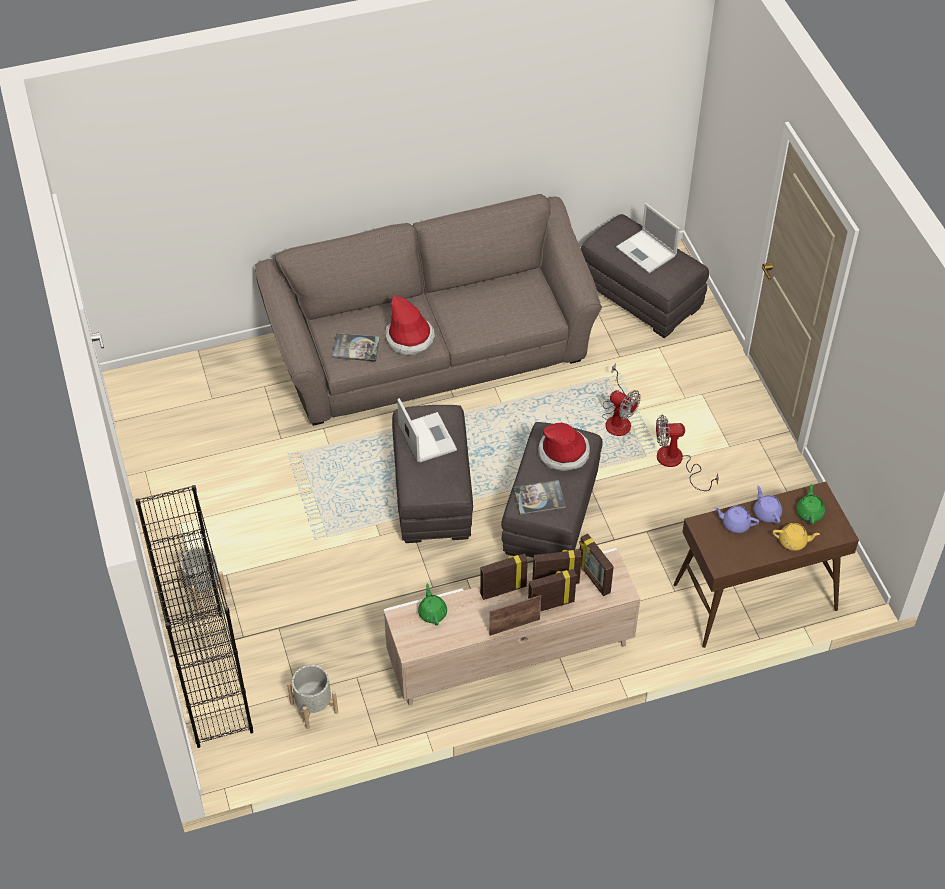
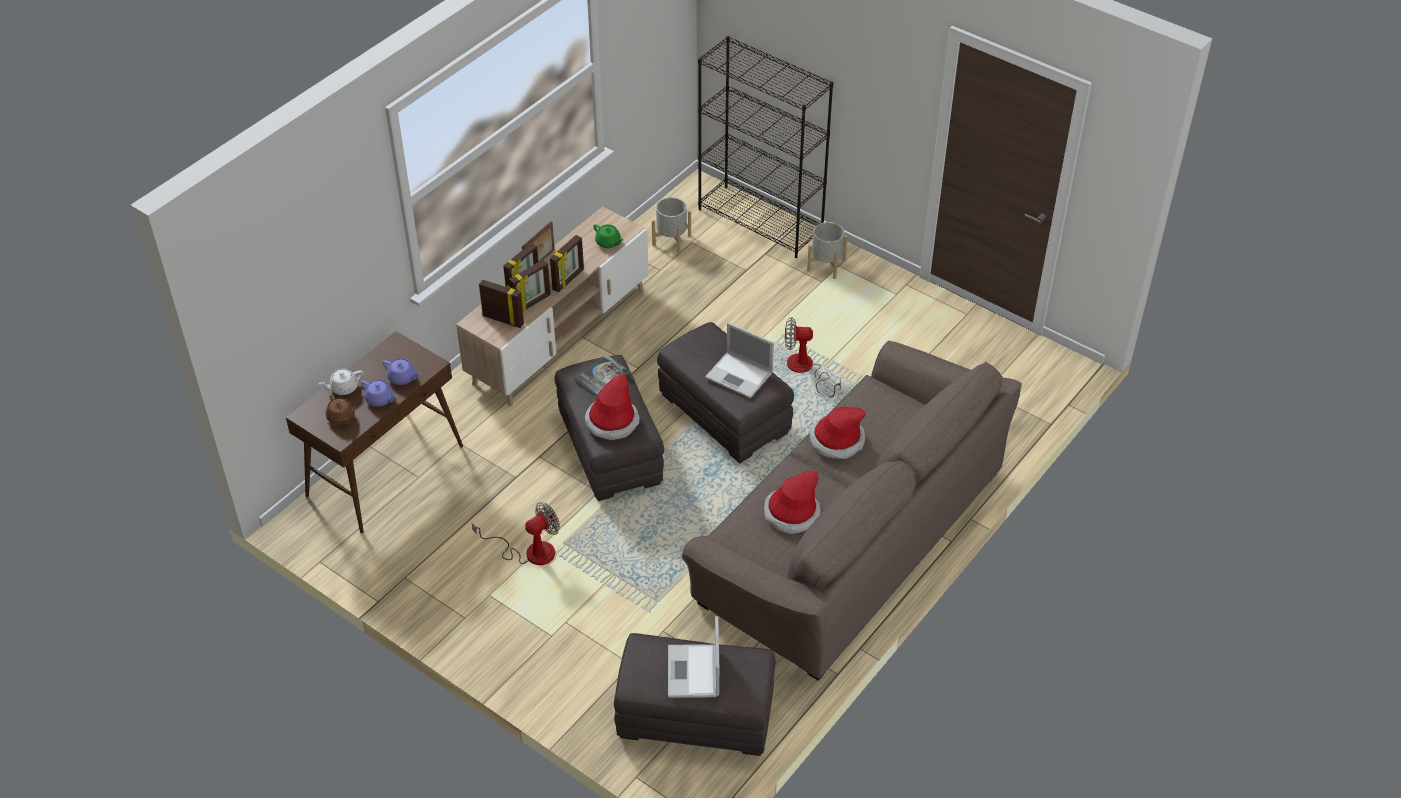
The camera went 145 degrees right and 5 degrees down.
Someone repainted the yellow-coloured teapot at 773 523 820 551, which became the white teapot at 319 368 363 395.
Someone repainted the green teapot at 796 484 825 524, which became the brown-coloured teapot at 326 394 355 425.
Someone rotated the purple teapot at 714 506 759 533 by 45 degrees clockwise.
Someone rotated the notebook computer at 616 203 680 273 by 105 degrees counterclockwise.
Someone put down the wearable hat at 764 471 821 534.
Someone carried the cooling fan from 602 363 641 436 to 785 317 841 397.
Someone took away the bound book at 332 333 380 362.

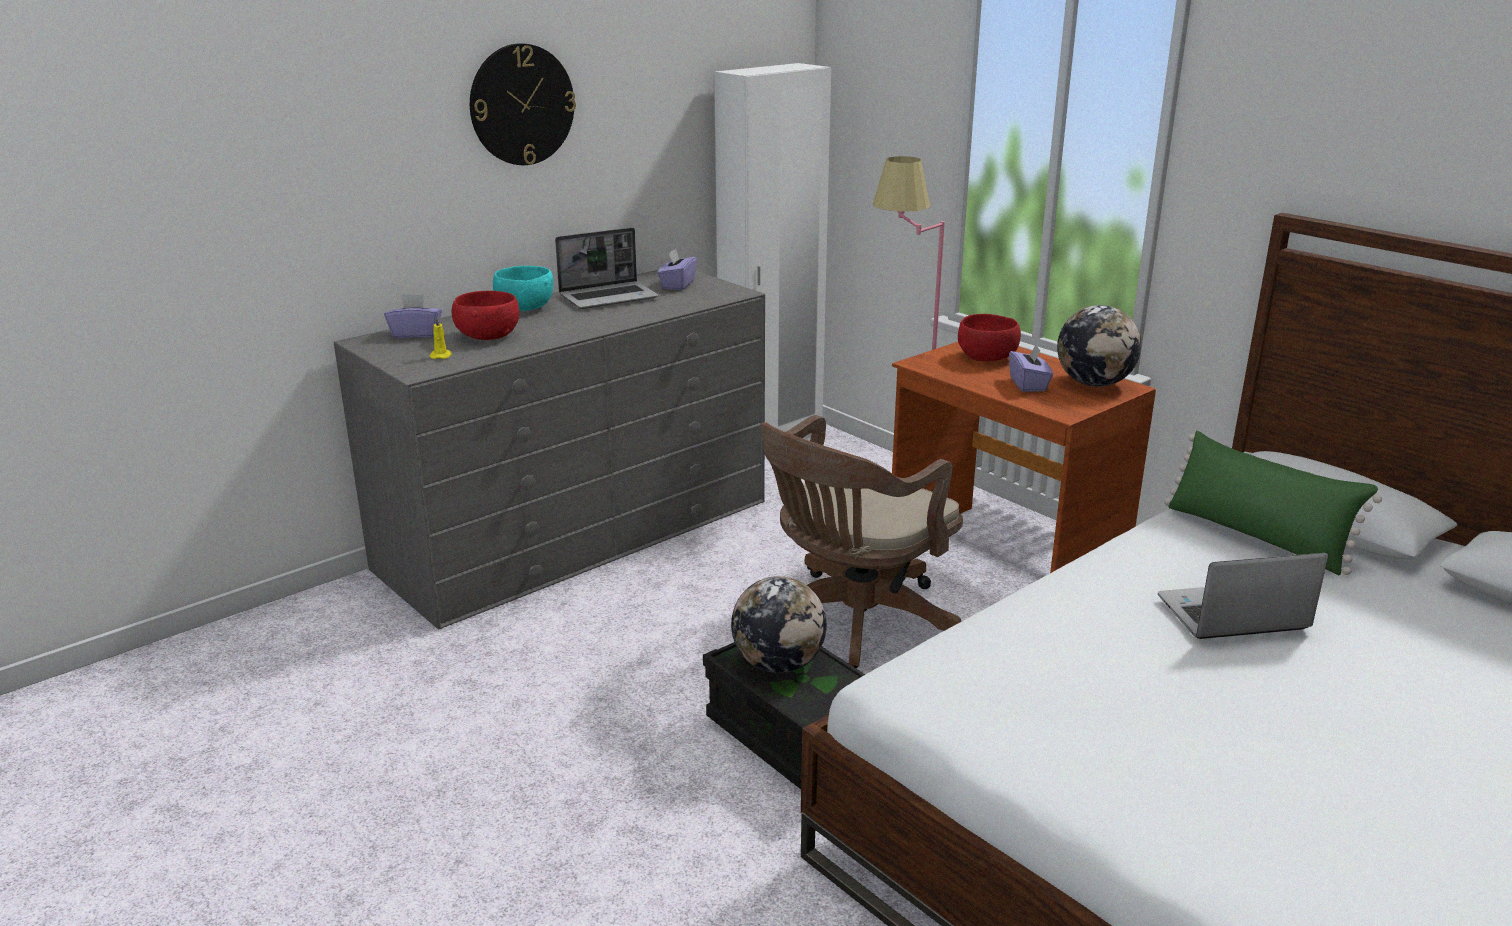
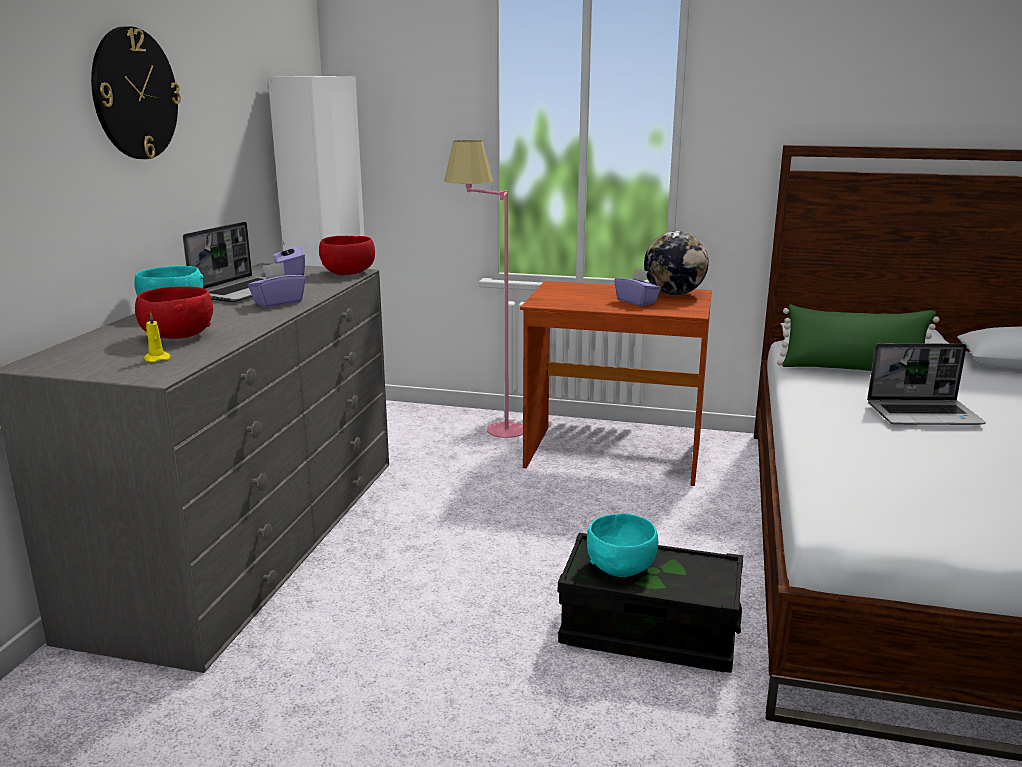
The camera went 35 degrees left and 5 degrees down.
Someone carried the purple box of tissues from 384 294 442 338 to 248 263 306 308.
Someone carried the red serving bowl from 958 314 1021 361 to 319 236 375 275.
Someone swapped the world globe at 731 576 827 673 for the turquoise serving bowl at 587 513 658 577.
Someone rotated the notebook computer at 1158 553 1328 639 by 135 degrees counterclockwise.
Someone took away the brown-coloured desk chair at 761 415 963 668.

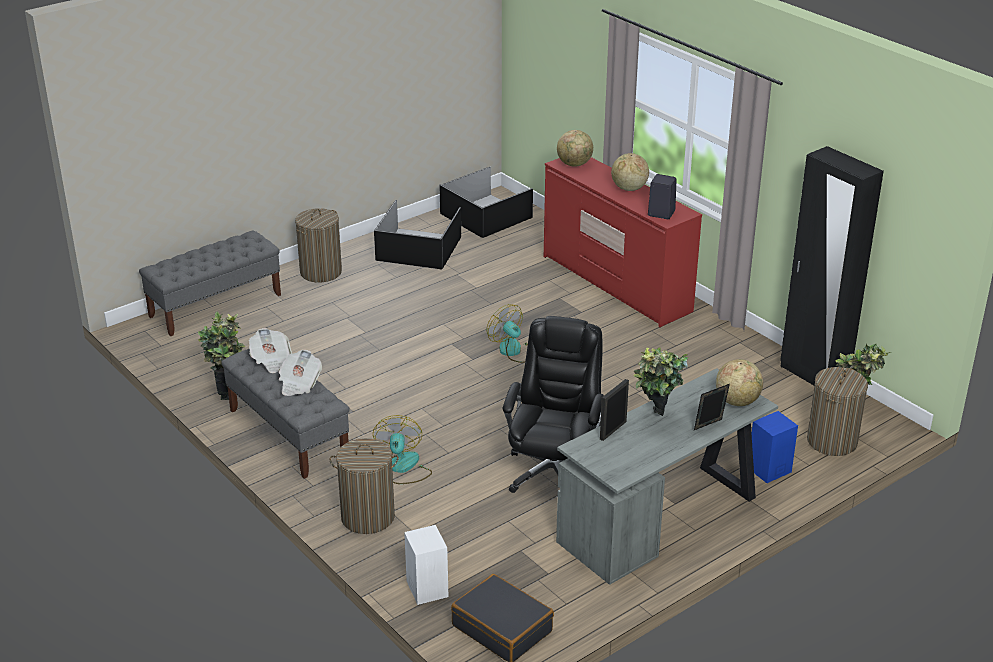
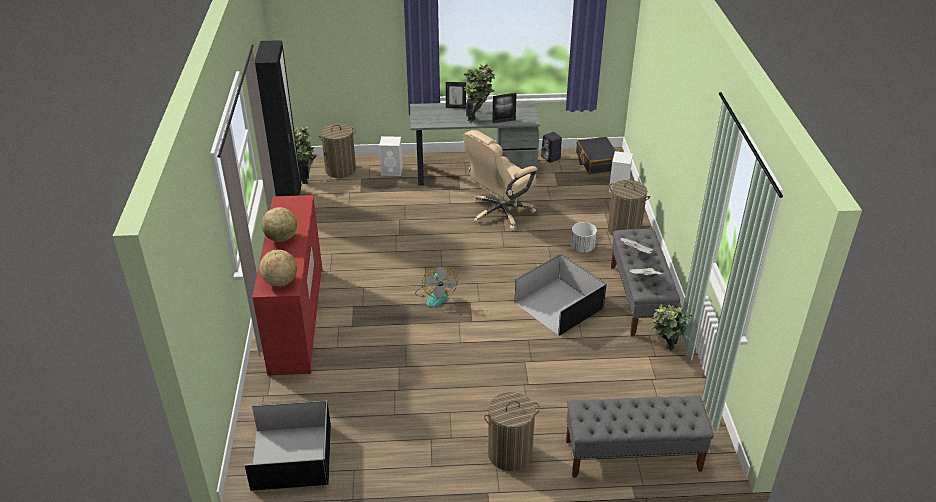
The camera went 145 degrees left and 5 degrees up.
Someone repainted the blue audio speaker at 752 411 798 483, which became the white audio speaker at 379 136 403 176.
Someone repainted the black-coloured desk chair at 503 316 604 493, which became the beige desk chair at 464 130 537 230.
Someone carried the black-coloured storage box from 374 200 461 270 to 515 254 607 336.
Someone carried the black-coloured audio speaker from 648 174 676 219 to 541 132 562 163.
Someone swapped the cooling fan at 373 415 432 484 for the white plant pot at 571 222 597 252.
Someone took away the world globe at 716 359 763 406.

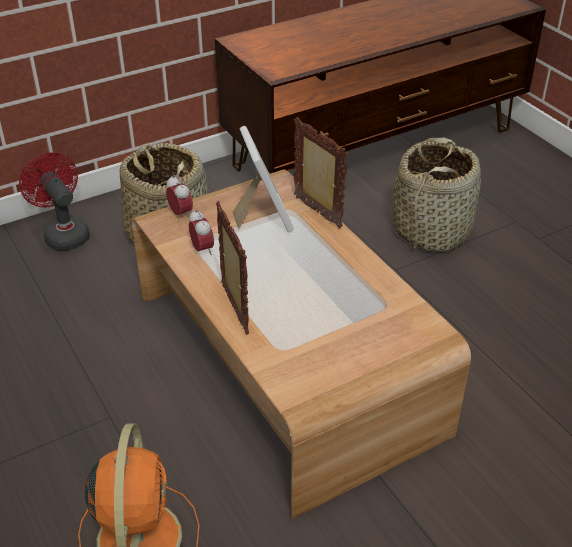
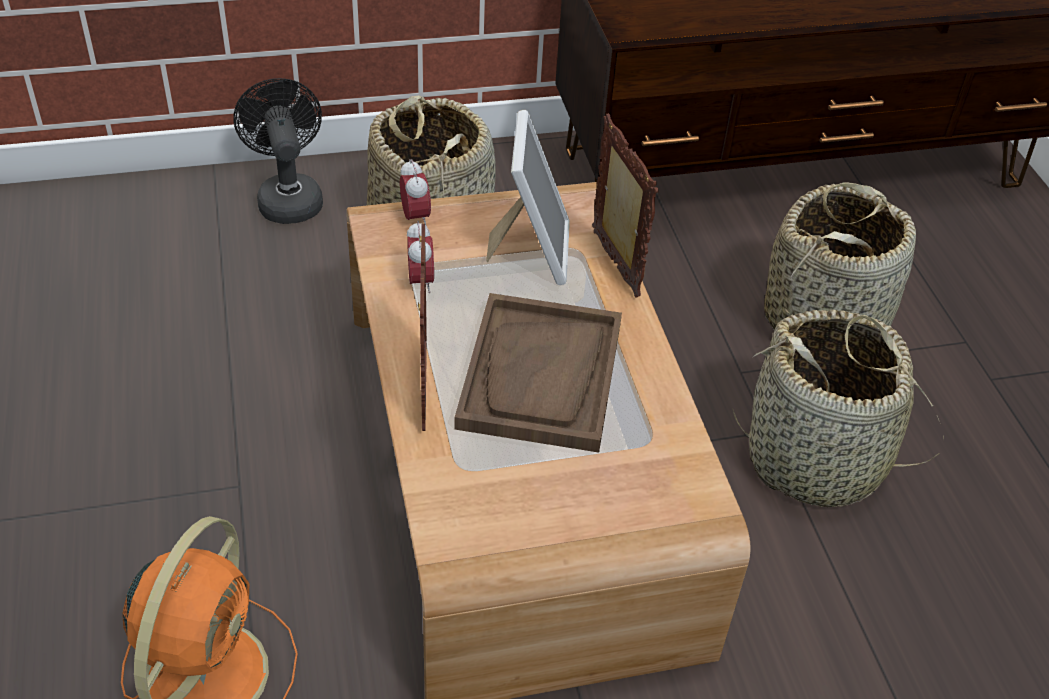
The camera went 15 degrees right and 5 degrees up.
Someone repainted the red cooling fan at 19 152 90 250, which became the black-coloured cooling fan at 233 78 323 224.
Someone put down the brown-coloured tray at 454 293 622 453.
Someone put down the household basket at 733 310 944 507.

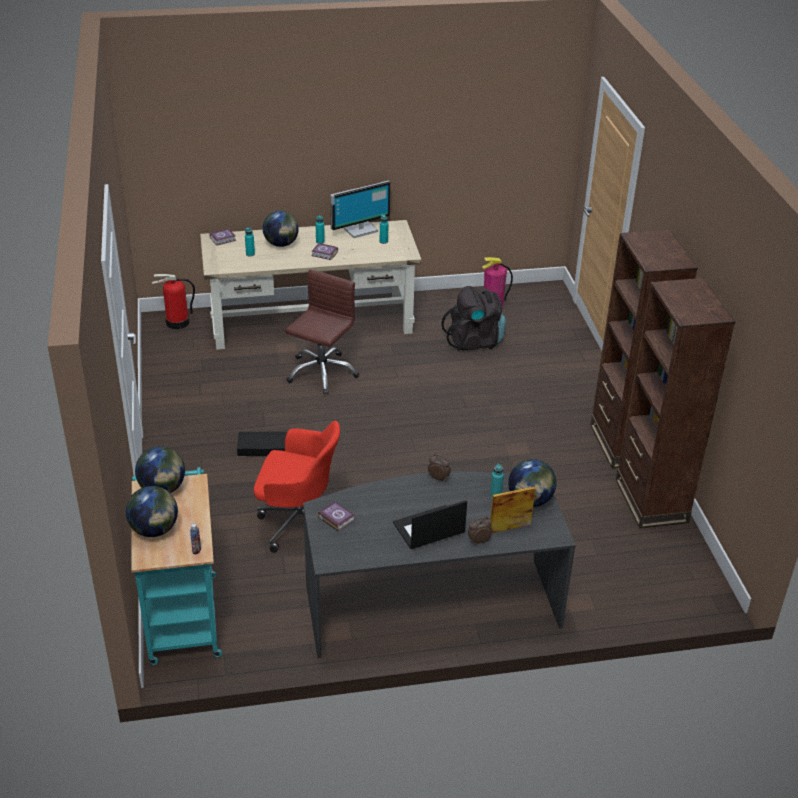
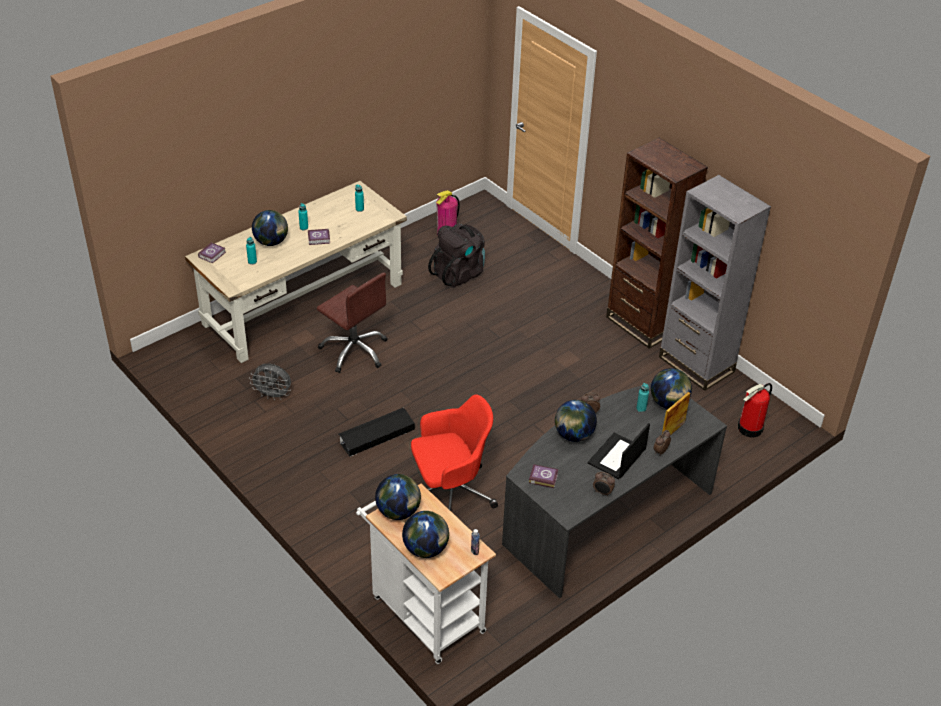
The camera went 30 degrees left and 5 degrees up.
Someone put down the gray cooling fan at 249 364 291 400.
Someone rotated the brown-coloured desk chair at 285 269 359 395 by 135 degrees clockwise.
Someone repainted the turquoise wheeled cart at 131 467 222 665, which became the white wheeled cart at 356 484 496 664.
Someone put down the world globe at 555 400 597 442.
Someone put down the table clock at 593 472 615 496.
Someone repainted the brown-coloured shelving unit at 616 278 735 529, which became the gray shelving unit at 659 175 771 391.
Someone carried the fire extinguisher from 152 274 195 329 to 738 383 772 437.
Someone took away the computer screen at 330 181 391 238.

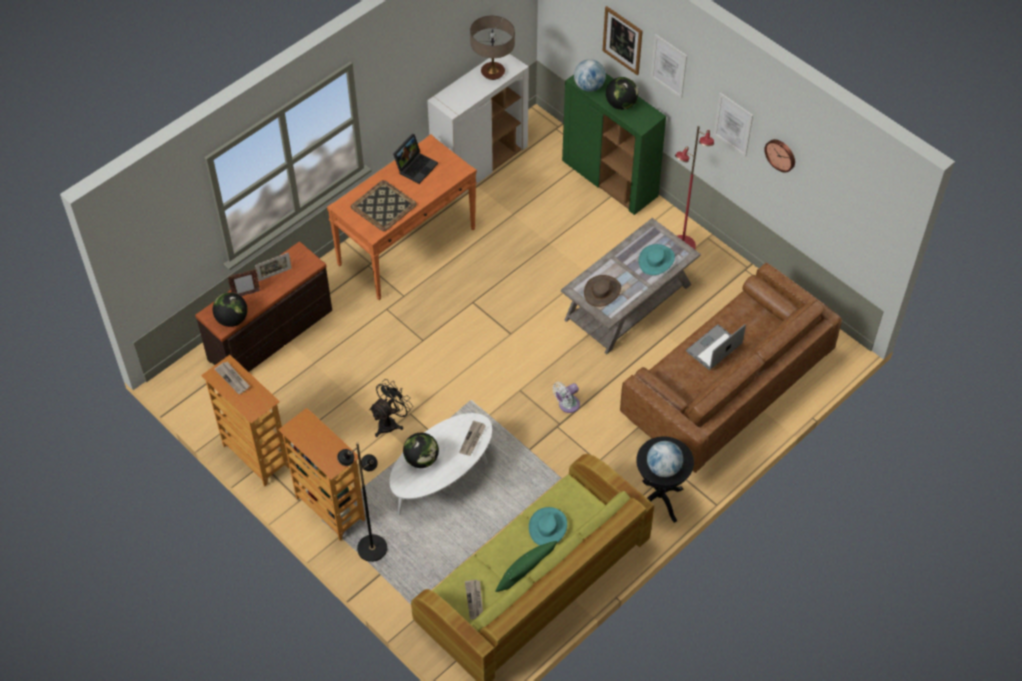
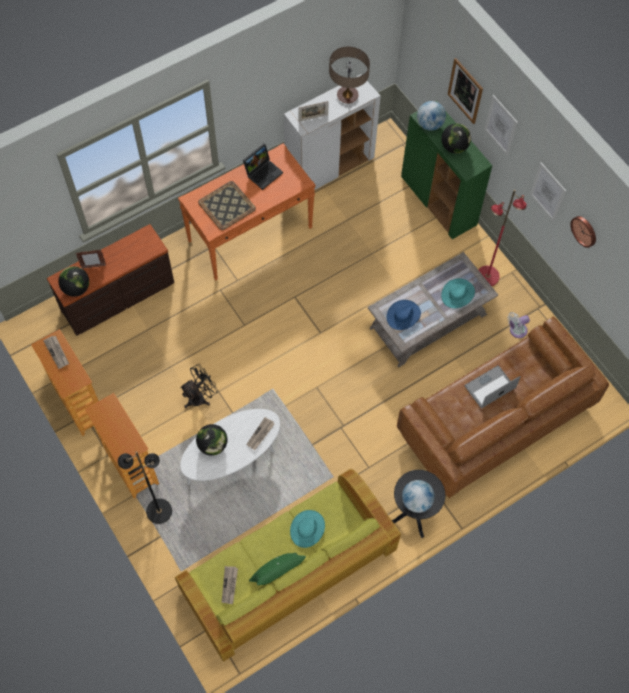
The camera went 10 degrees right and 10 degrees up.
Someone carried the standing frame from 255 252 292 281 to 298 101 329 122.
Someone repainted the brown-coloured wearable hat at 584 275 621 307, which became the blue wearable hat at 387 300 421 330.
Someone carried the white cooling fan from 552 382 580 413 to 507 312 530 338.

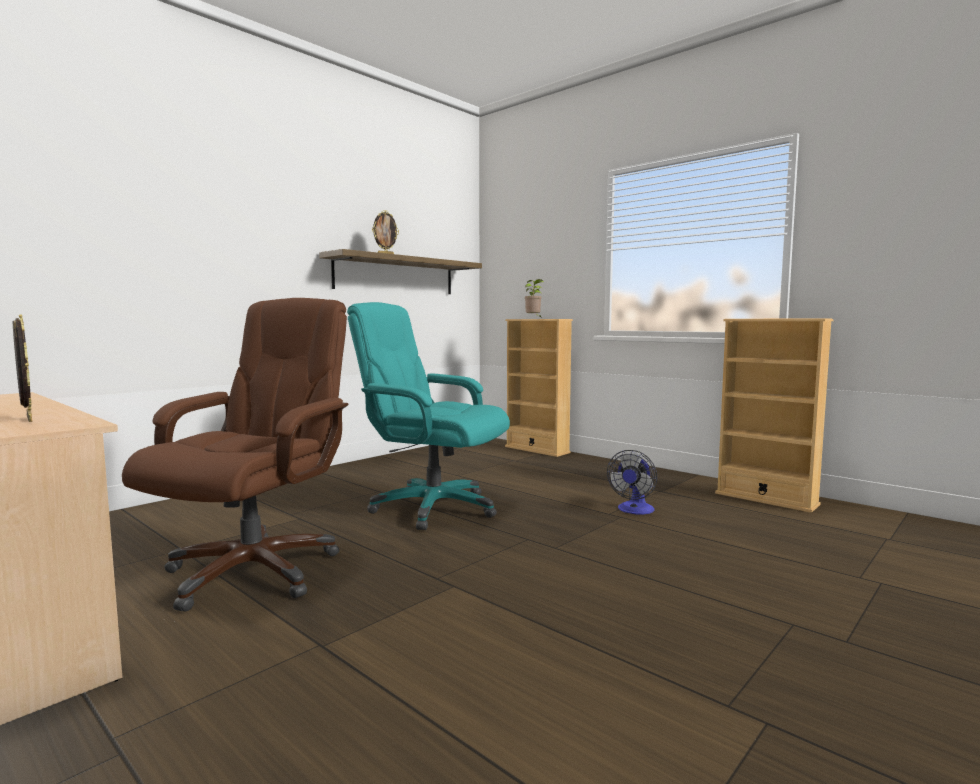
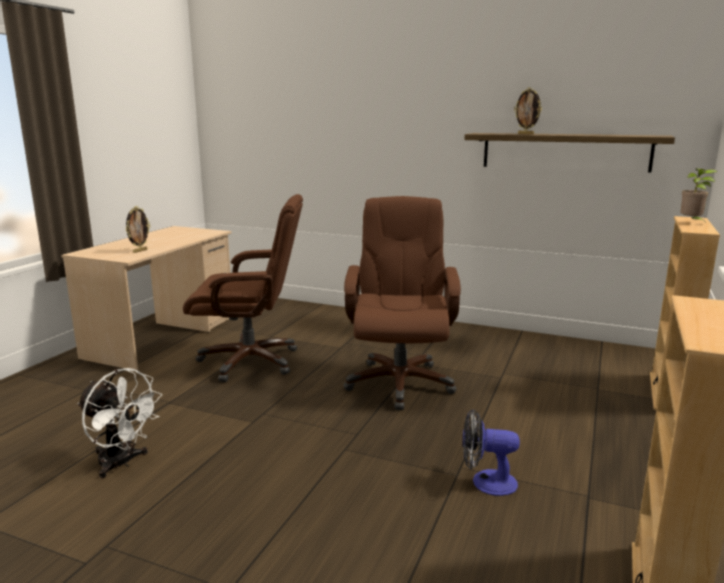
The camera went 70 degrees right and 10 degrees up.
Someone put down the white cooling fan at 77 368 162 479.
Someone repainted the turquoise desk chair at 347 302 510 530, which became the brown-coloured desk chair at 344 196 461 410.

